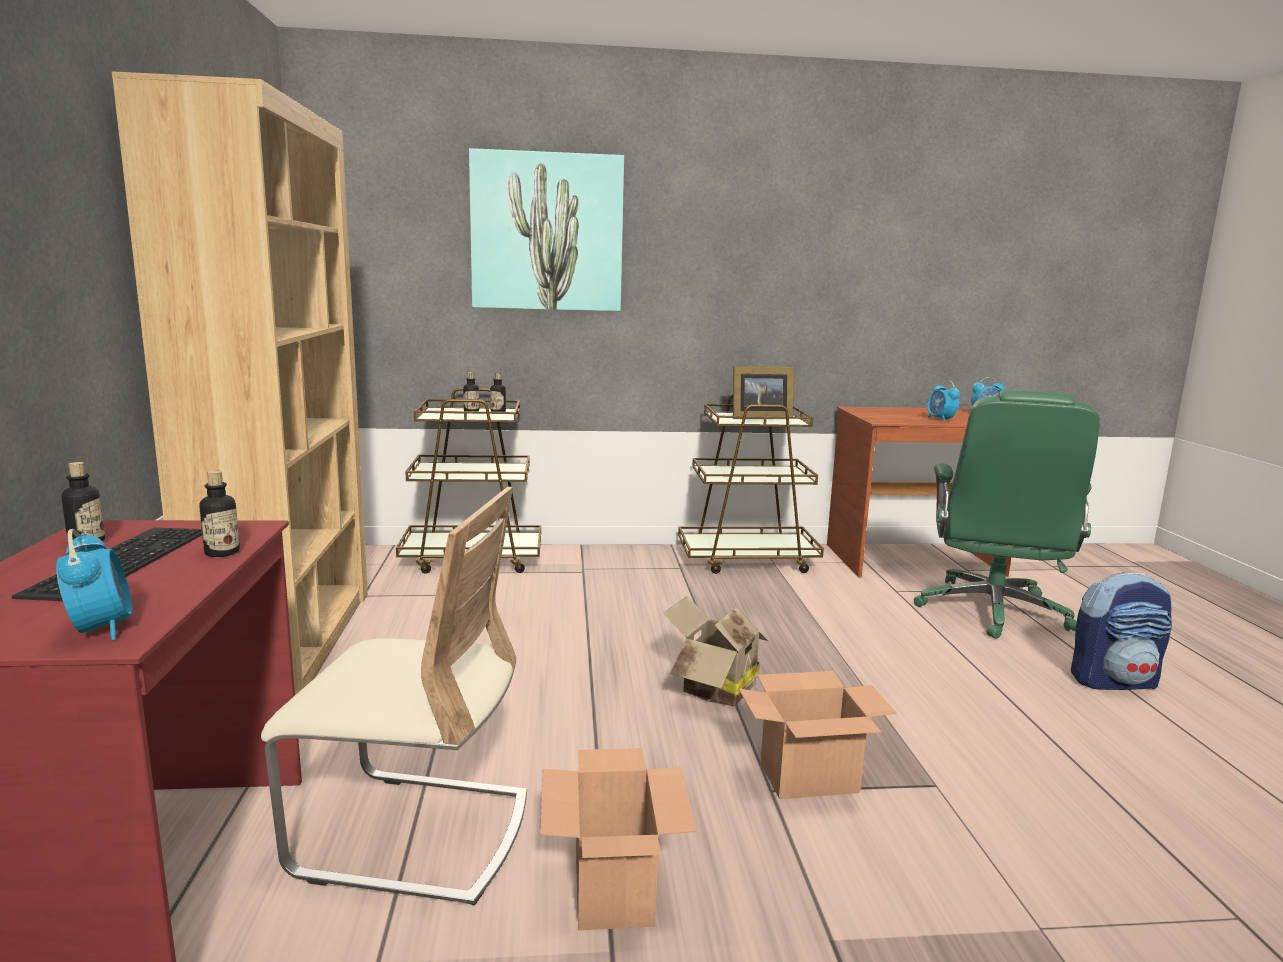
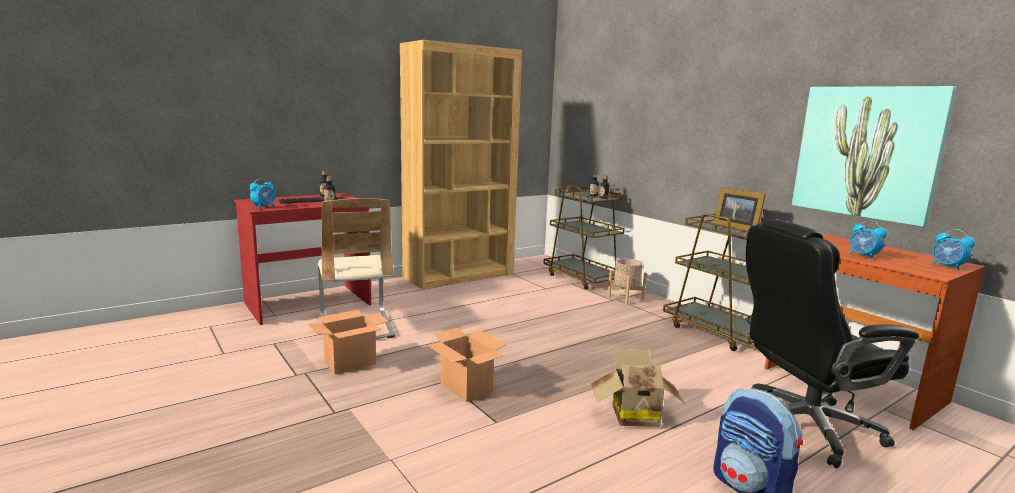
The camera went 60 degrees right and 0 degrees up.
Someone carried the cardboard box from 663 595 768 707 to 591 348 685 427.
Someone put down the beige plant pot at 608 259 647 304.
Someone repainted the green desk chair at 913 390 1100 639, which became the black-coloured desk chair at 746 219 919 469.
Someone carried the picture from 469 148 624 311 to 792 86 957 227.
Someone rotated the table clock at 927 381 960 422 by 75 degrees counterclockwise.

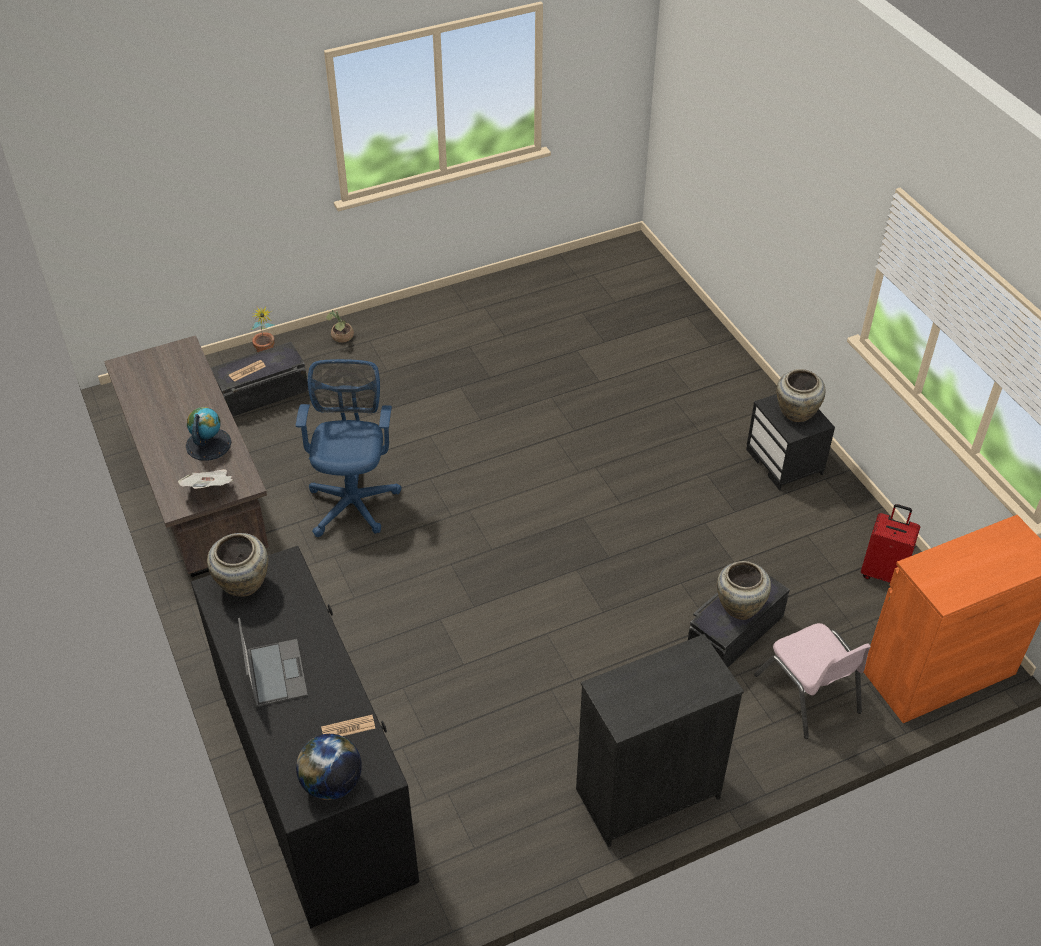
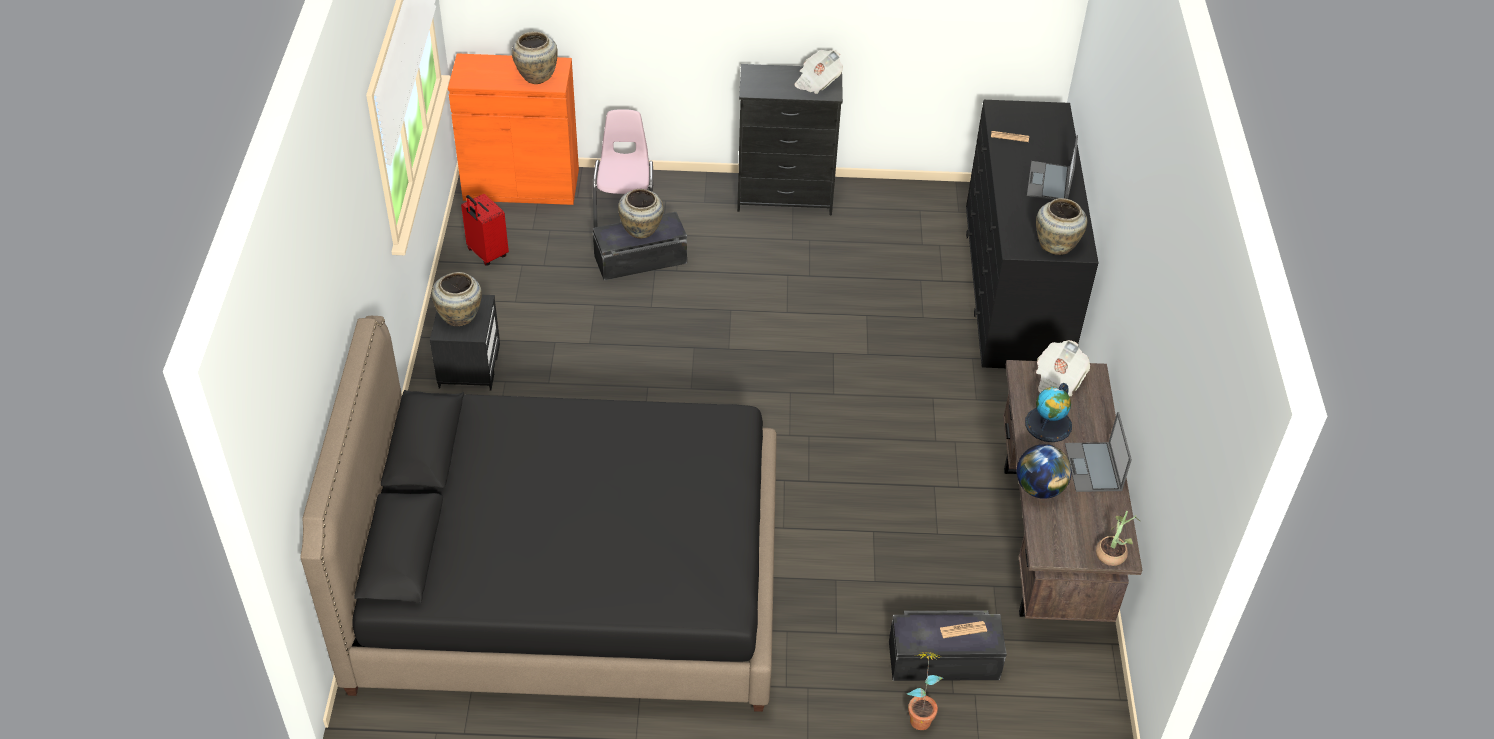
The camera went 155 degrees left and 0 degrees up.
Someone put down the black-coloured bed at 301 316 777 712.
Someone put down the beige flower vase at 512 32 558 84.
Someone put down the newspaper at 794 50 843 94.
Someone carried the world globe from 296 734 362 800 to 1017 444 1072 499.
Someone put down the notebook computer at 1065 412 1132 492.
Someone carried the houseplant from 326 310 354 343 to 1096 511 1140 566.
Someone took away the blue desk chair at 296 359 402 537.

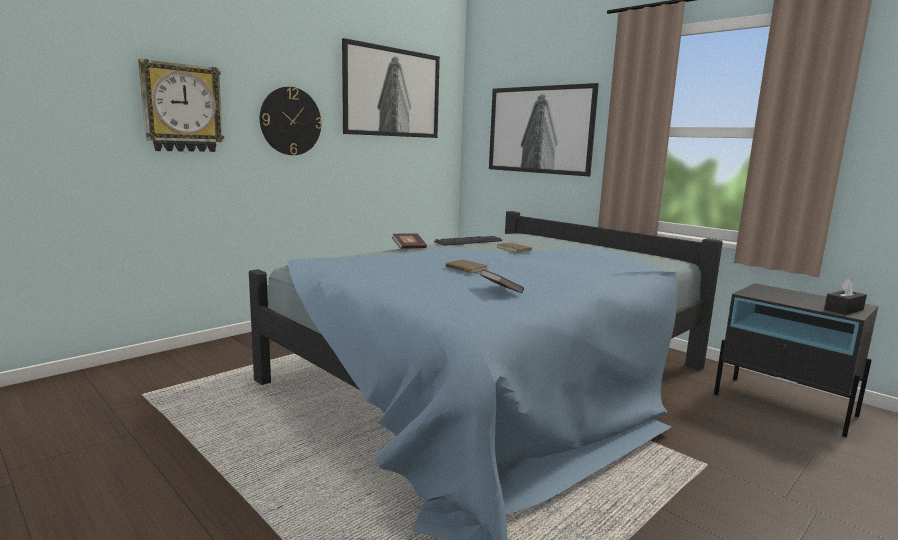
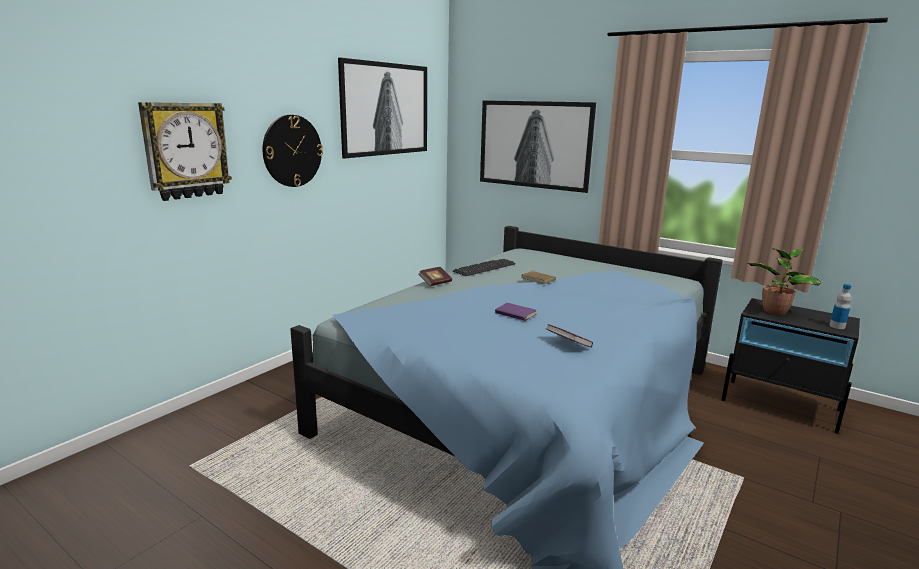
The camera went 10 degrees left and 5 degrees up.
Someone repainted the brown-coloured bound book at 445 259 488 273, which became the purple bound book at 495 303 537 321.
Someone put down the houseplant at 747 248 821 315.
Someone swapped the black-coloured box of tissues at 824 278 867 315 for the beverage bottle at 830 284 852 329.

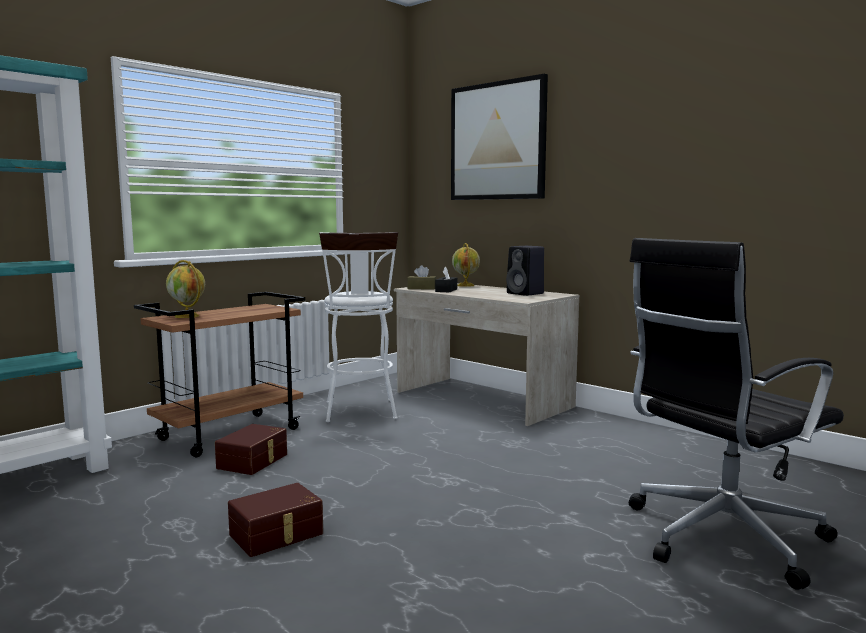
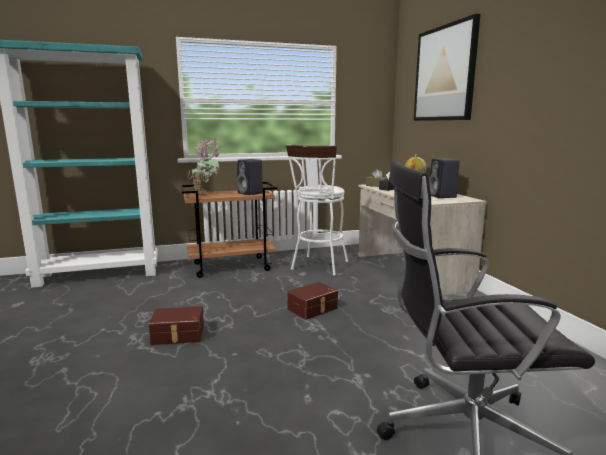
The camera went 30 degrees right and 5 degrees up.
Someone swapped the world globe at 166 260 205 318 for the houseplant at 187 139 221 195.
Someone put down the black-coloured audio speaker at 237 159 263 195.
Someone carried the brown-coloured storage box from 215 424 287 475 to 287 282 338 320.

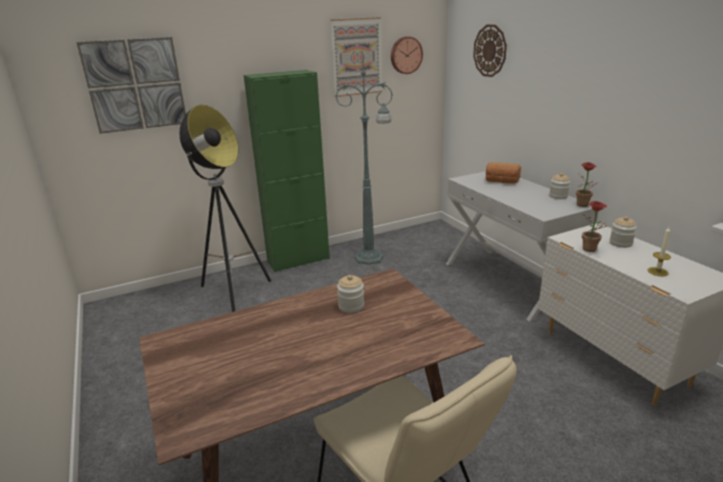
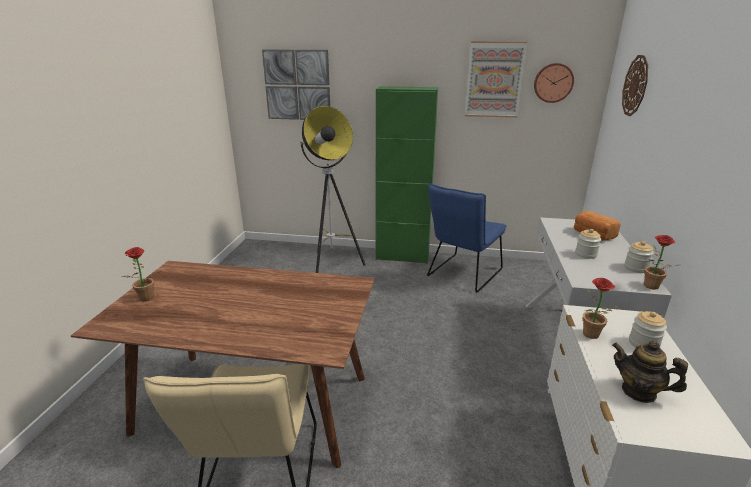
The camera went 35 degrees right and 0 degrees up.
Someone put down the houseplant at 122 247 163 301.
Someone swapped the green standing lamp at 335 59 393 265 for the blue upright chair at 427 183 506 293.
Someone carried the storage jar from 337 275 364 313 to 575 229 601 259.
Someone swapped the candle at 647 227 671 277 for the teapot at 612 341 688 403.

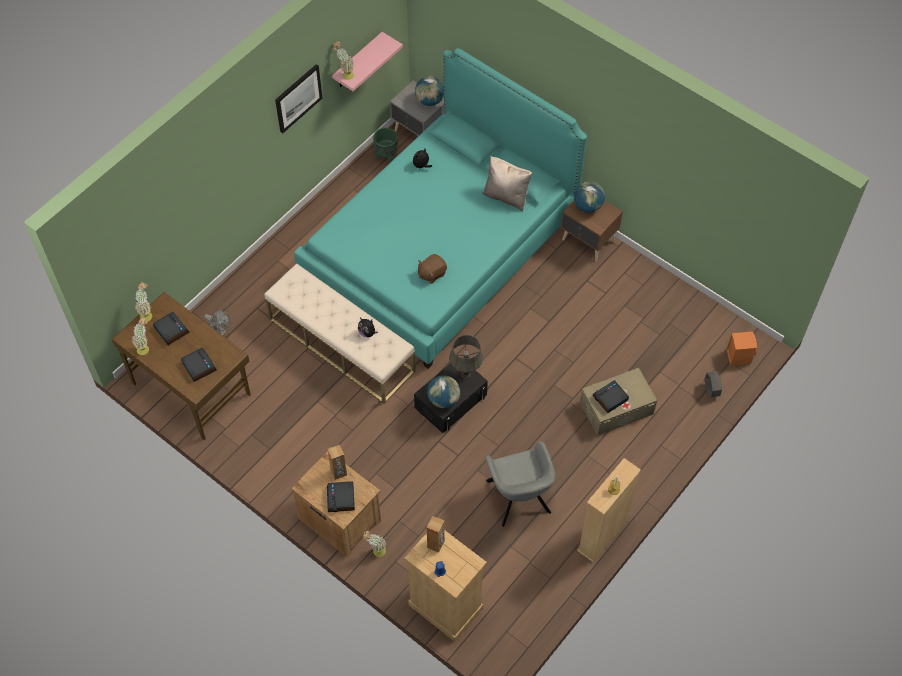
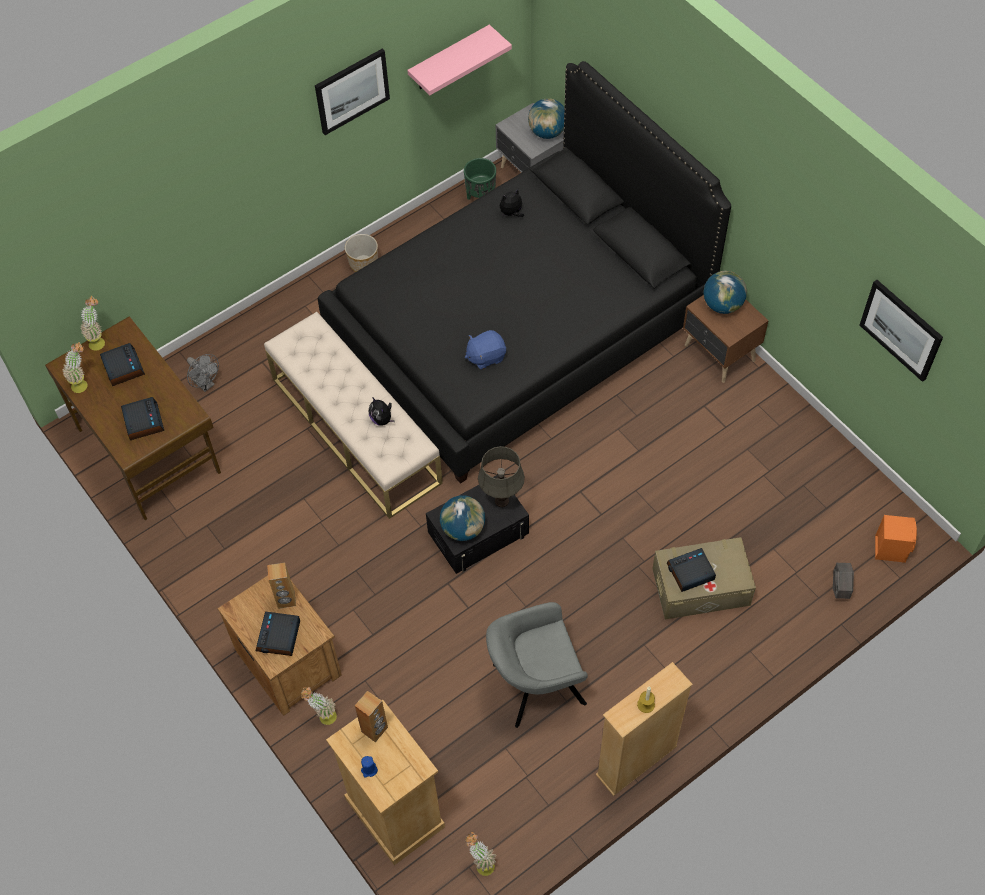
The camera went 15 degrees right and 0 degrees up.
Someone repainted the turquoise bed at 294 48 587 369, which became the black-coloured bed at 318 61 731 484.
Someone put down the plant pot at 345 234 378 272.
Someone repainted the brown-coloured soft toy at 418 254 447 284, which became the blue soft toy at 465 330 506 370.
Someone carried the houseplant from 333 42 354 80 to 465 832 496 876.
Someone rotated the gray armchair at 486 441 555 527 by 75 degrees clockwise.
Someone put up the picture at 859 280 943 382.
Someone took away the beige cushion at 482 156 532 211.

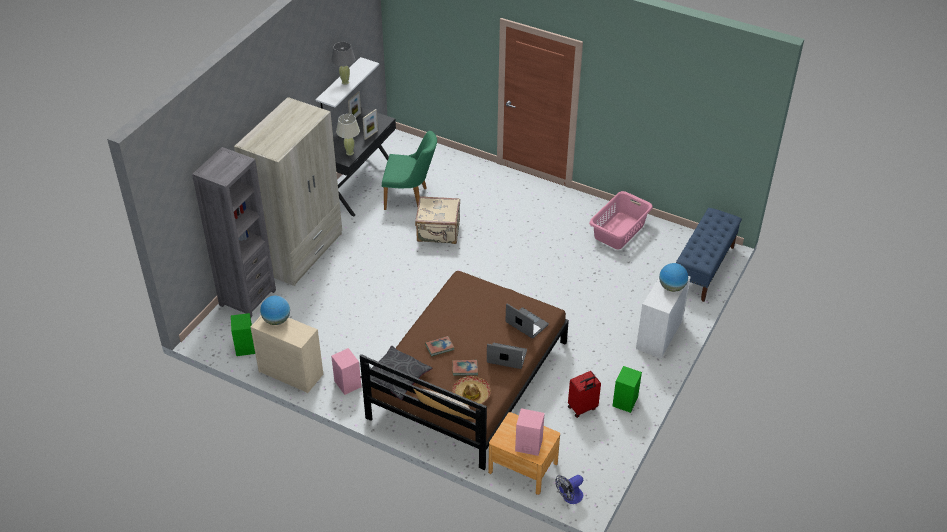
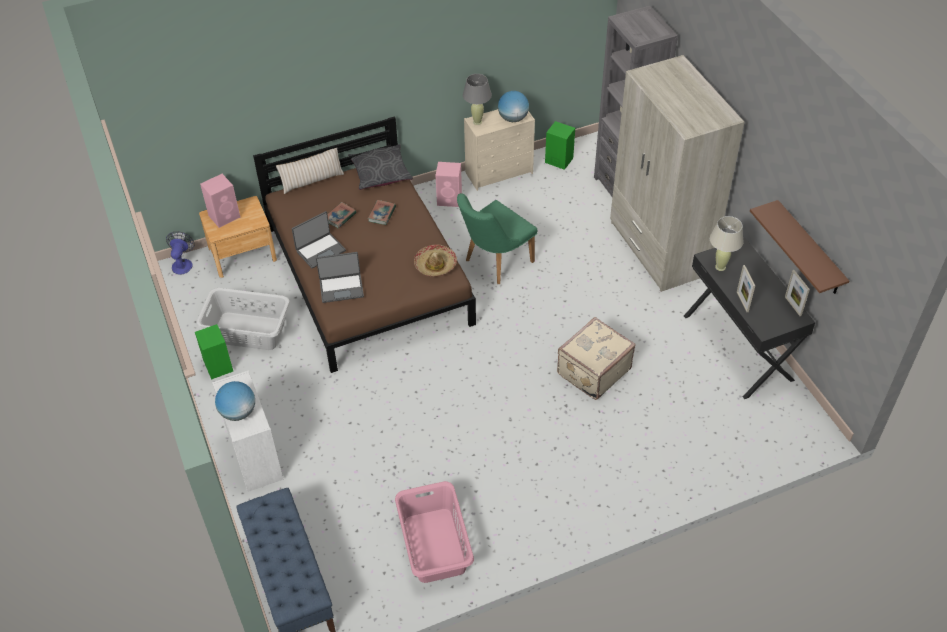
The camera went 130 degrees right and 5 degrees up.
Someone swapped the red suitcase at 568 371 601 418 for the gray hamper at 197 288 290 350.
Someone carried the wearable hat from 452 376 491 406 to 414 244 457 277.
Someone carried the green upright chair from 382 131 437 210 to 457 193 537 284.
Someone carried the gray tabletop lamp from 331 42 355 85 to 463 74 492 125.
Someone repainted the white wall shelf at 316 57 379 109, which became the brown-coloured wall shelf at 750 200 849 294.

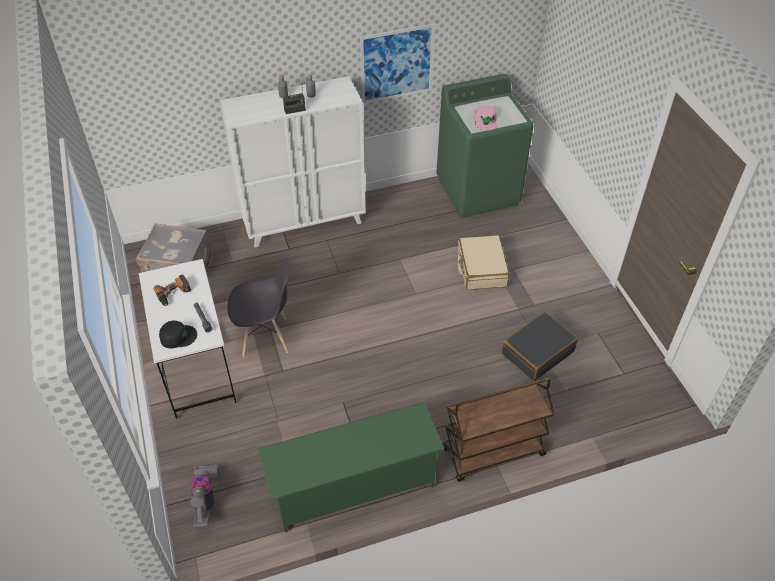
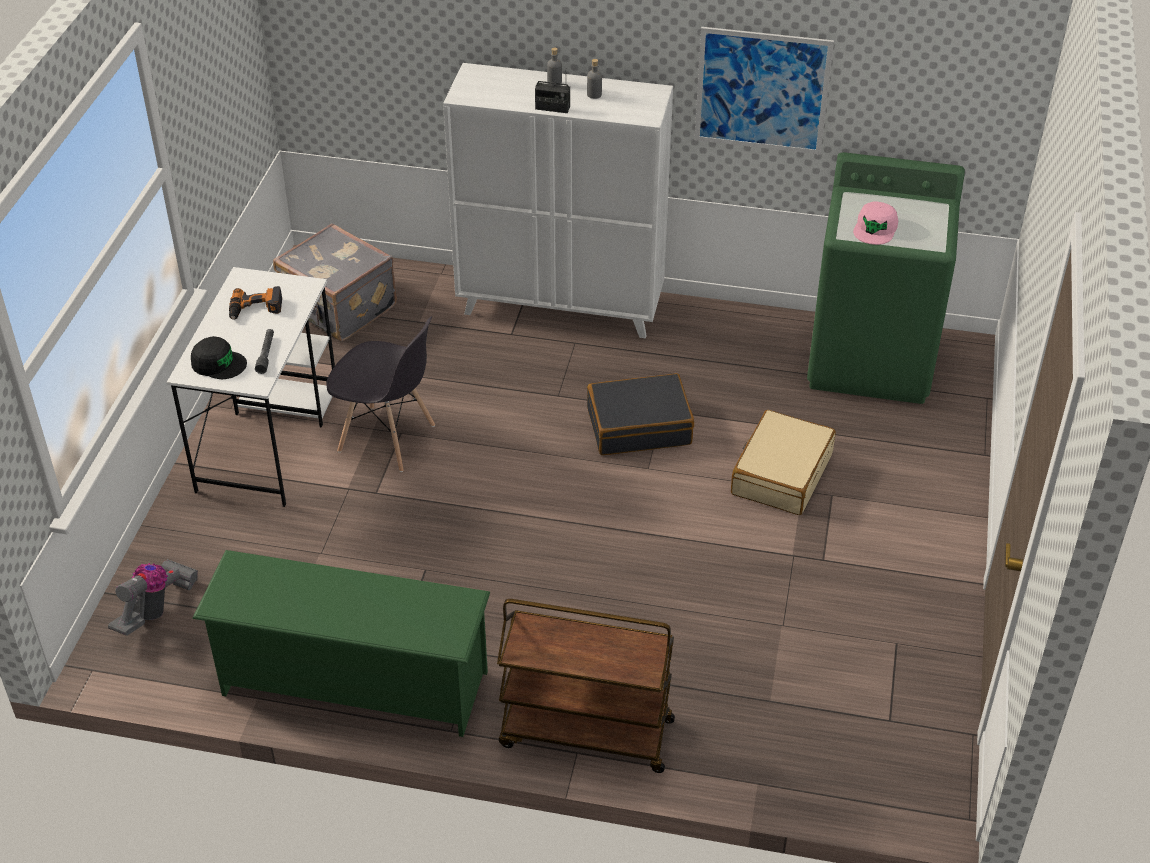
The camera went 30 degrees right and 5 degrees down.
Someone carried the black-coloured suitcase from 501 312 578 381 to 587 373 694 455.

